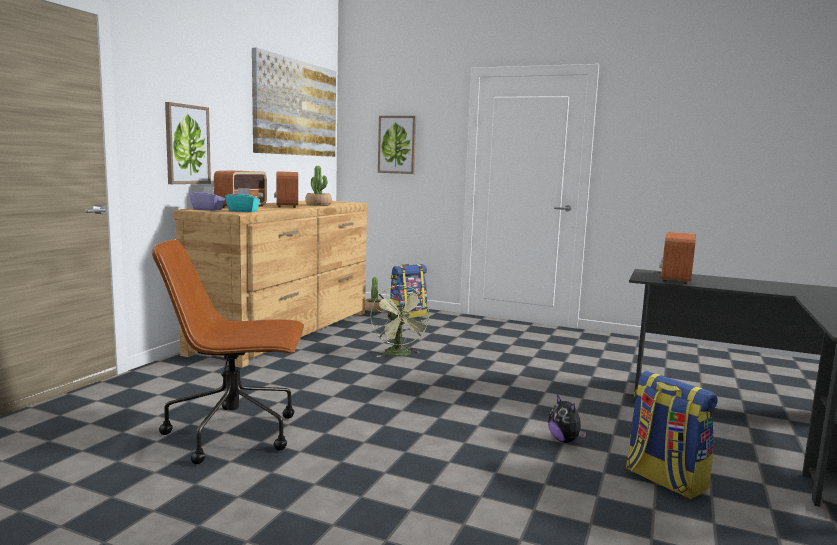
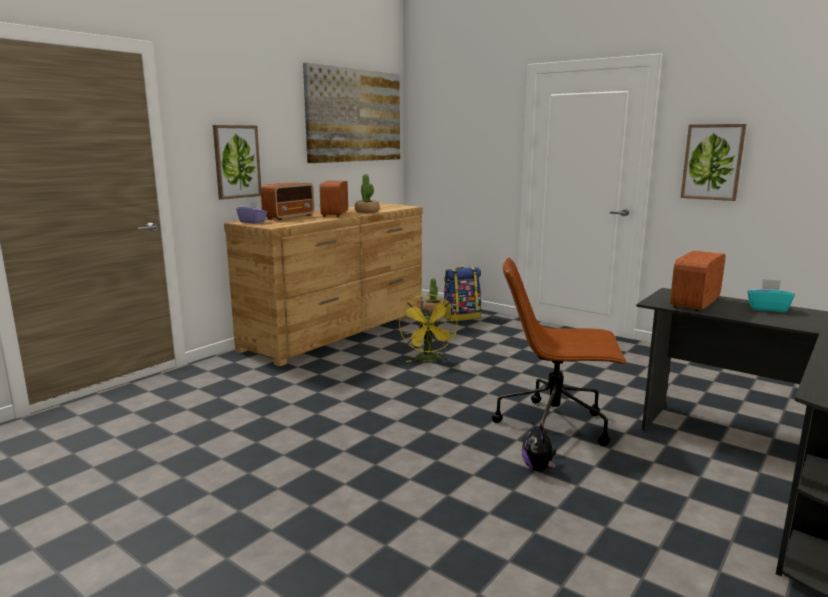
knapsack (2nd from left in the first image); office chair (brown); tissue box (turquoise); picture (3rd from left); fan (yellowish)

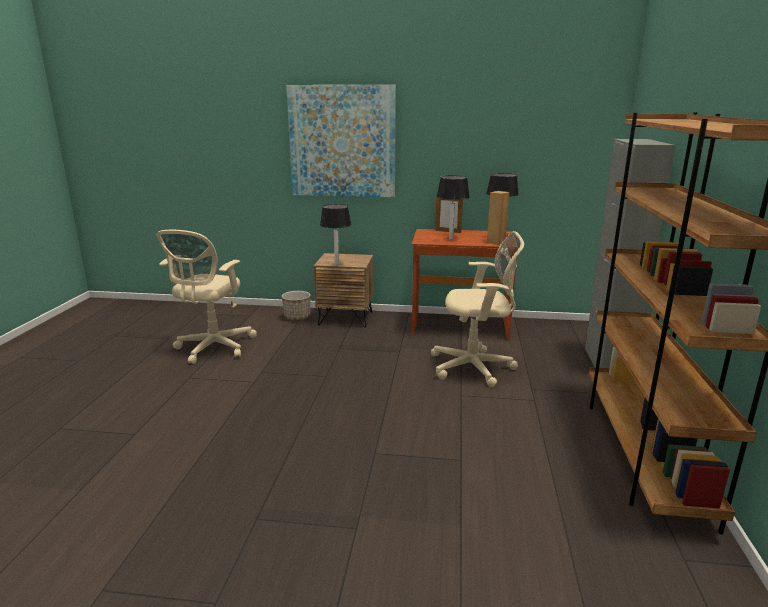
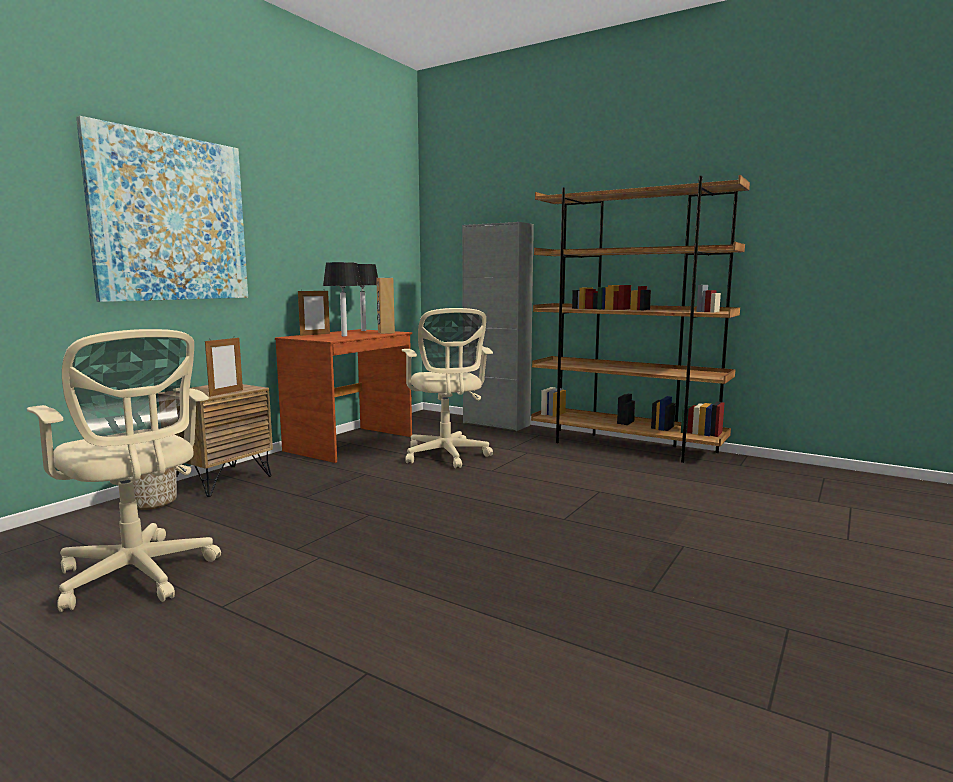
photo frame (1st from left); office chair (sand-coloured) (2nd from left)

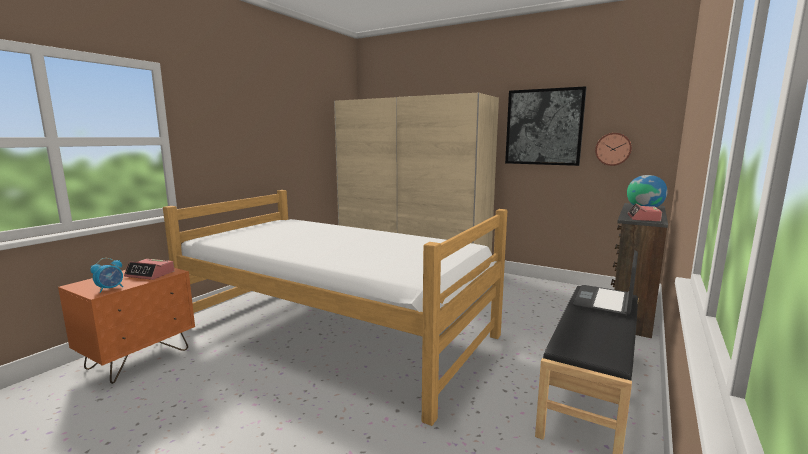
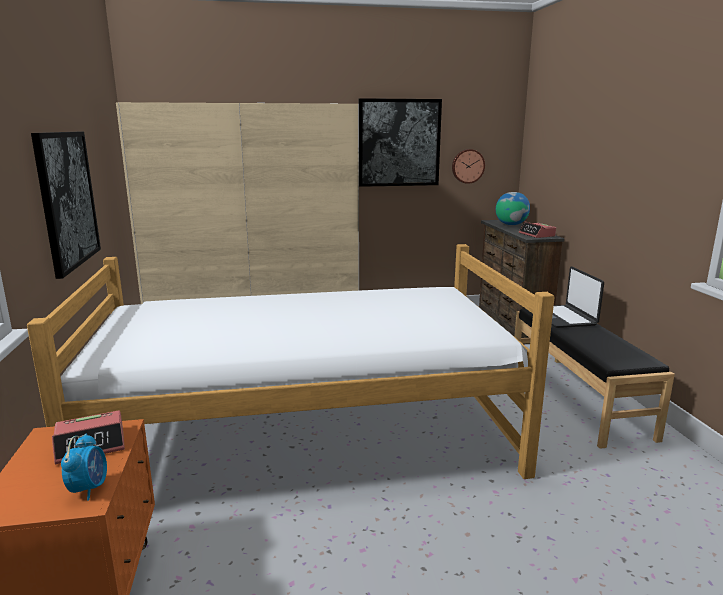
picture (1st from left)

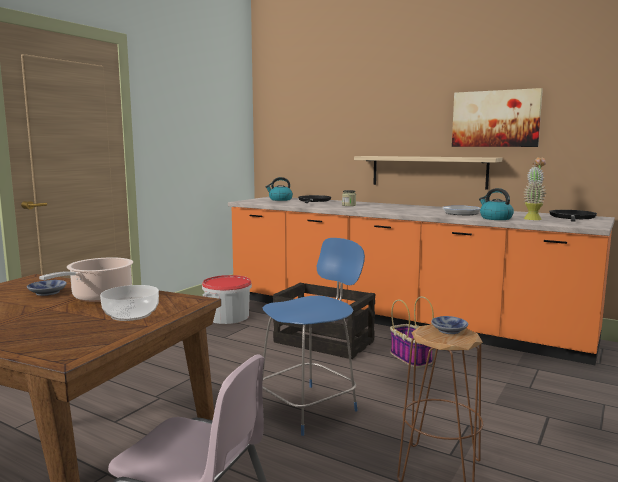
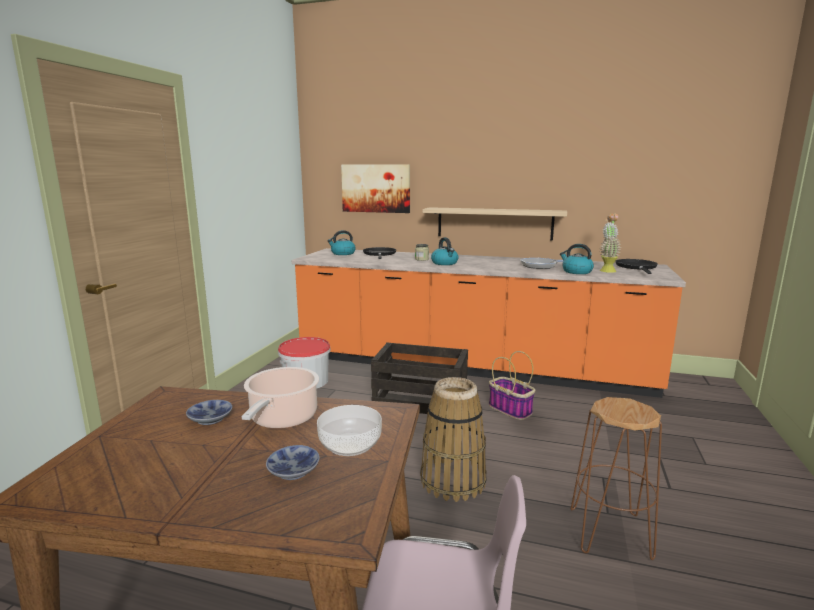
water kettle (2nd from left); bowl (2nd from left); picture; storage basket (1st from left)

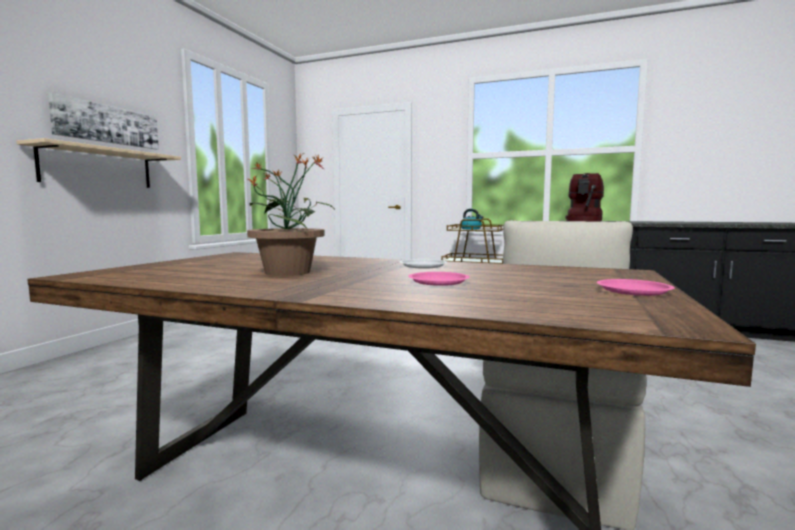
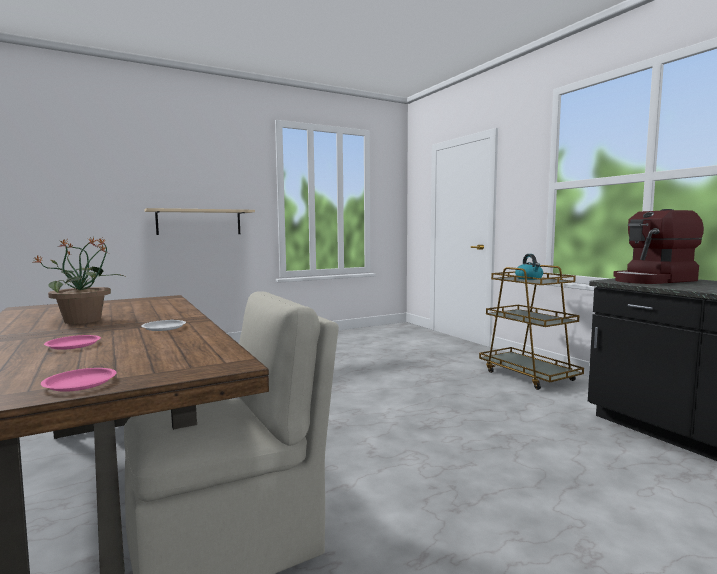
picture

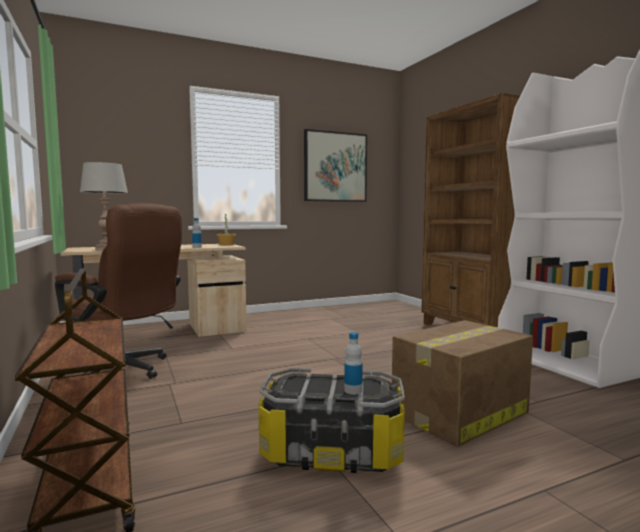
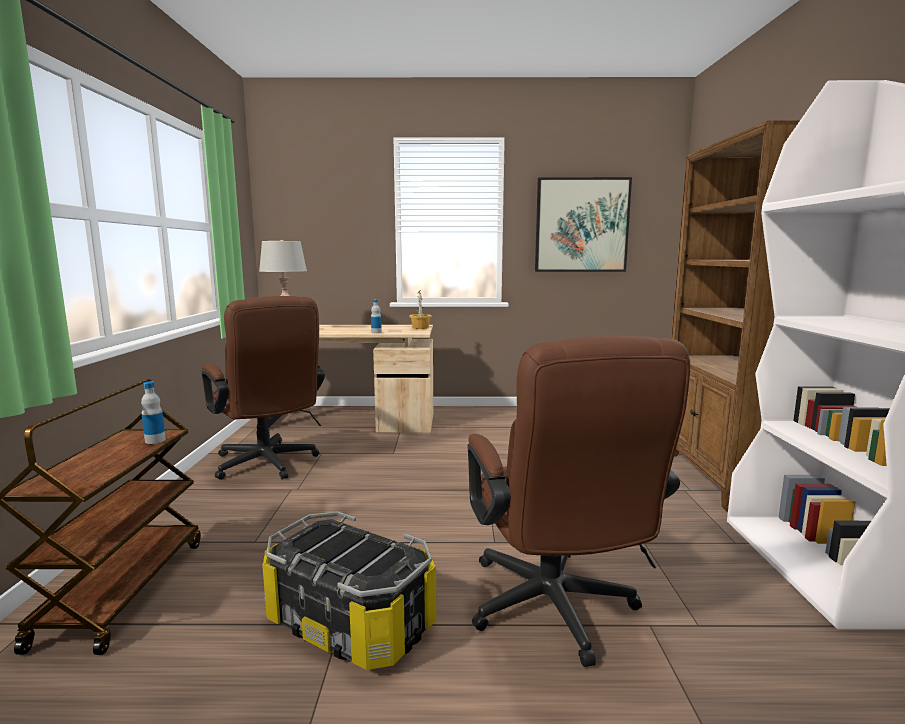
bottle (1st from left); office chair (brown) (2nd from left)

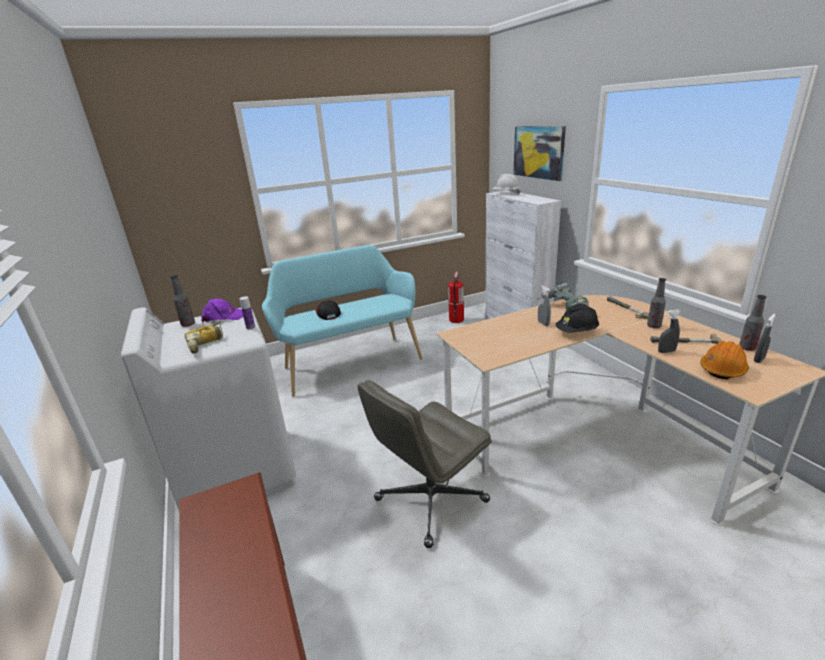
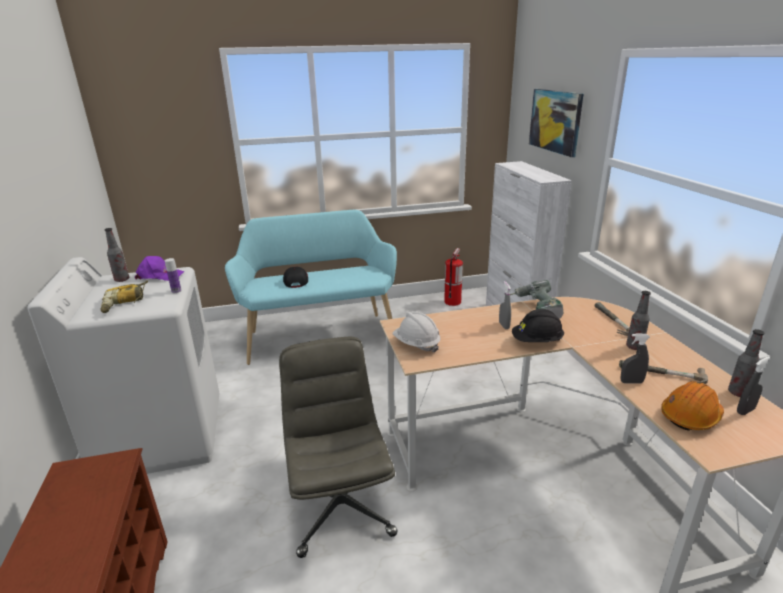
safety helmet (white-coloured); office chair (grey)

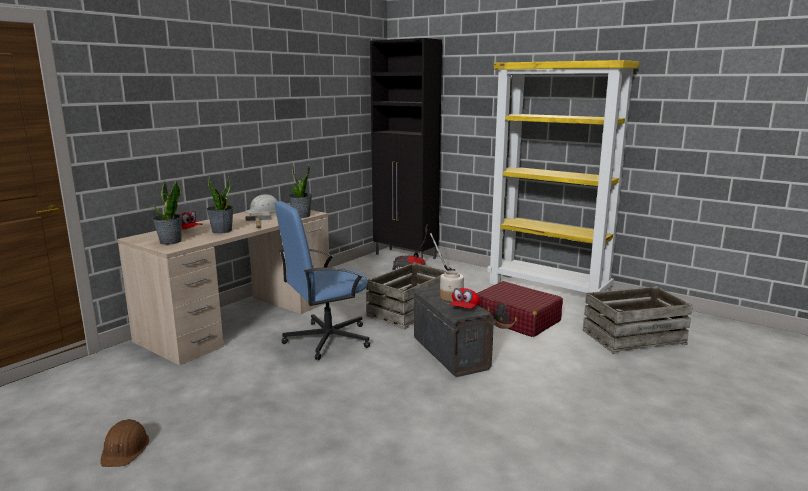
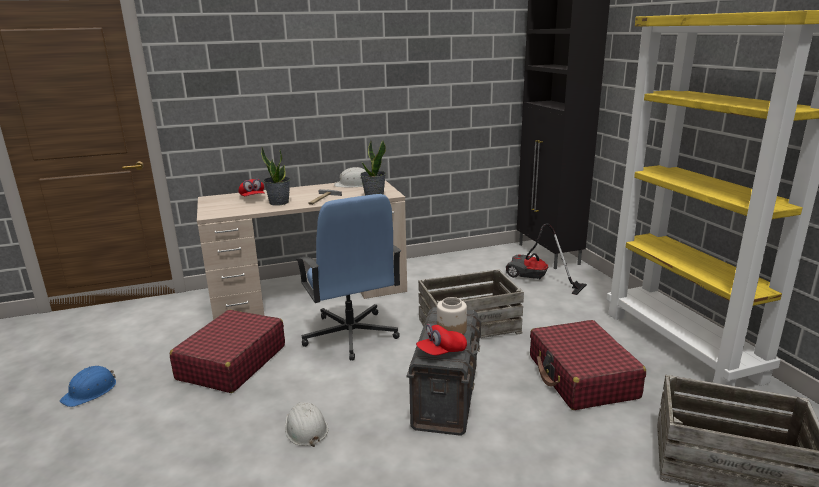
plant in a pot (1st from left in the first image); travel case (red-coloured) (1st from left); safety helmet (white-coloured) (1st from left); safety helmet (blue-coloured); office chair (blue-coloured)

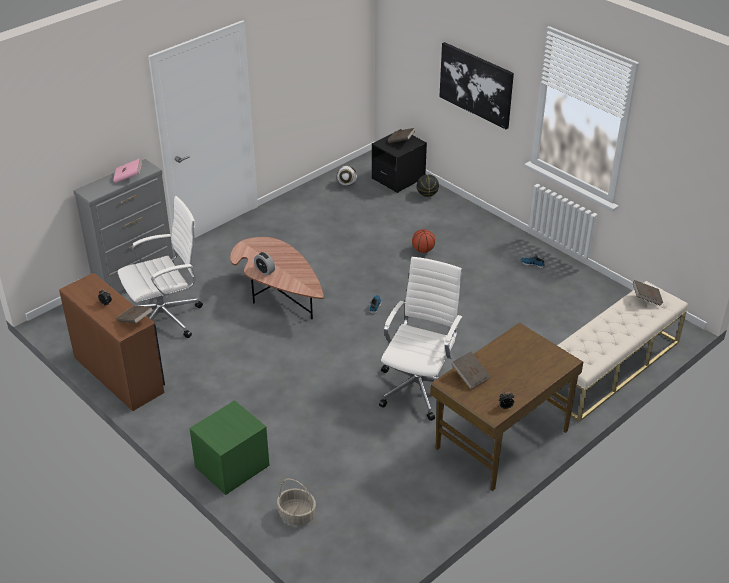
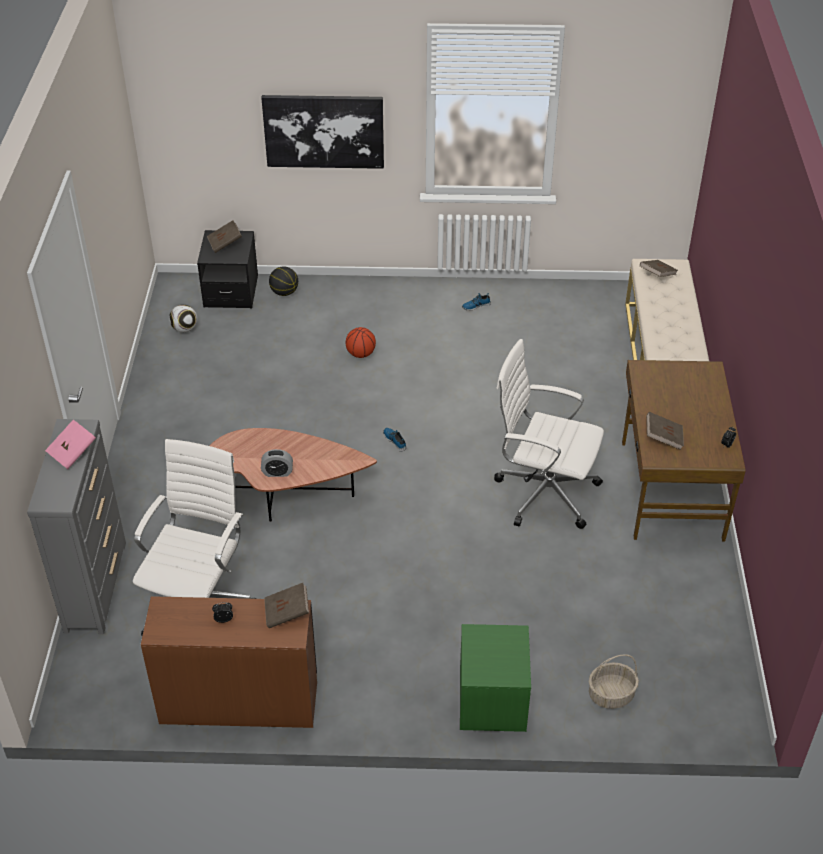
office chair (white-coloured) (2nd from left)

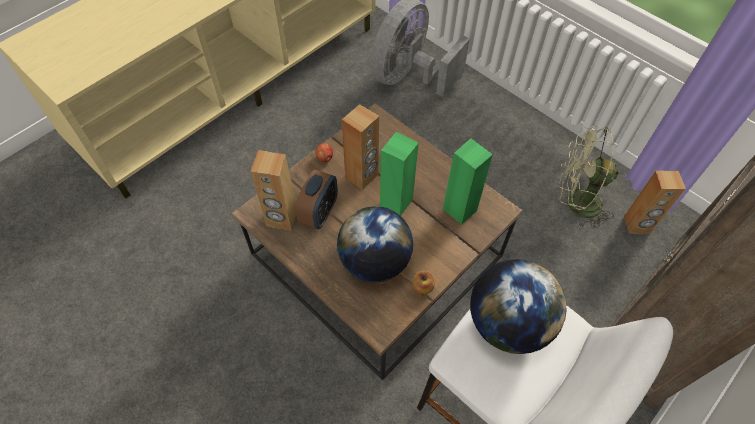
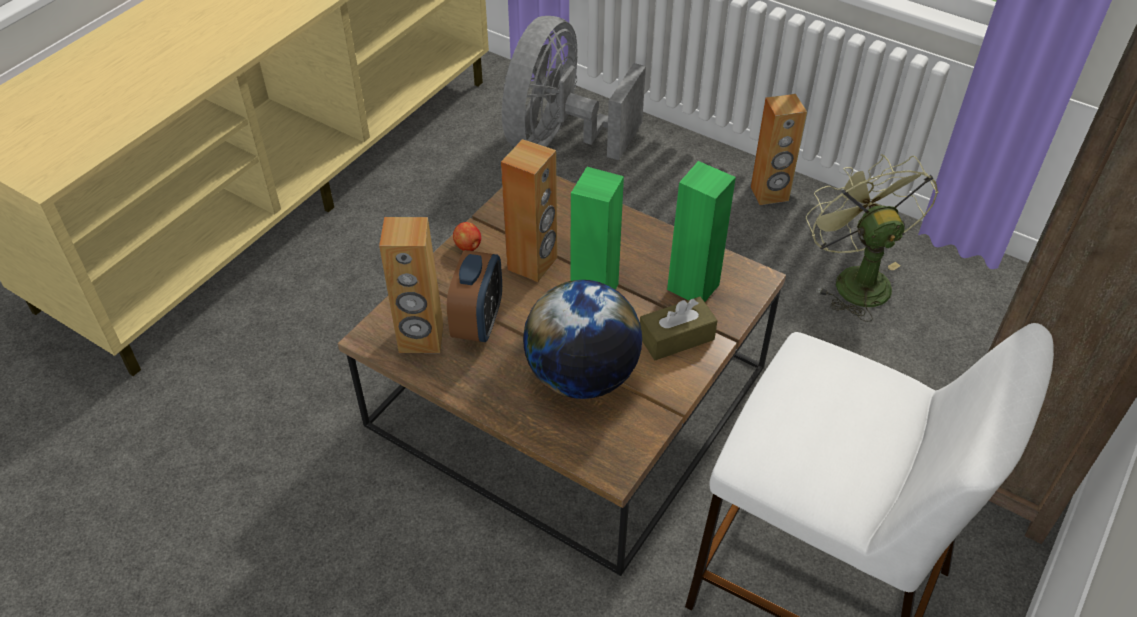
apple fruit (2nd from left in the first image); world globe (2nd from left in the first image); tissue box (brown); speaker (brown) (3rd from left); fan (greenish)

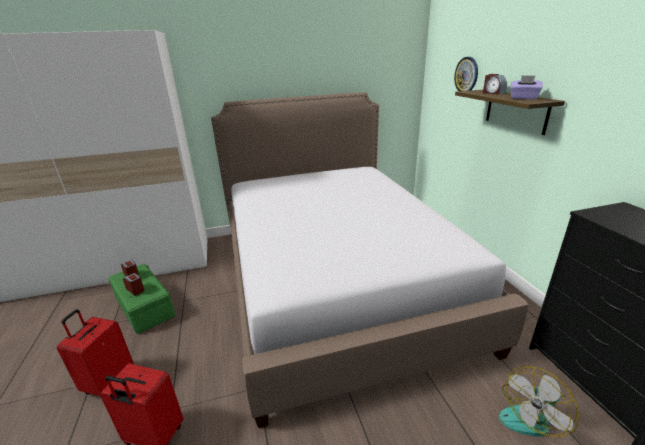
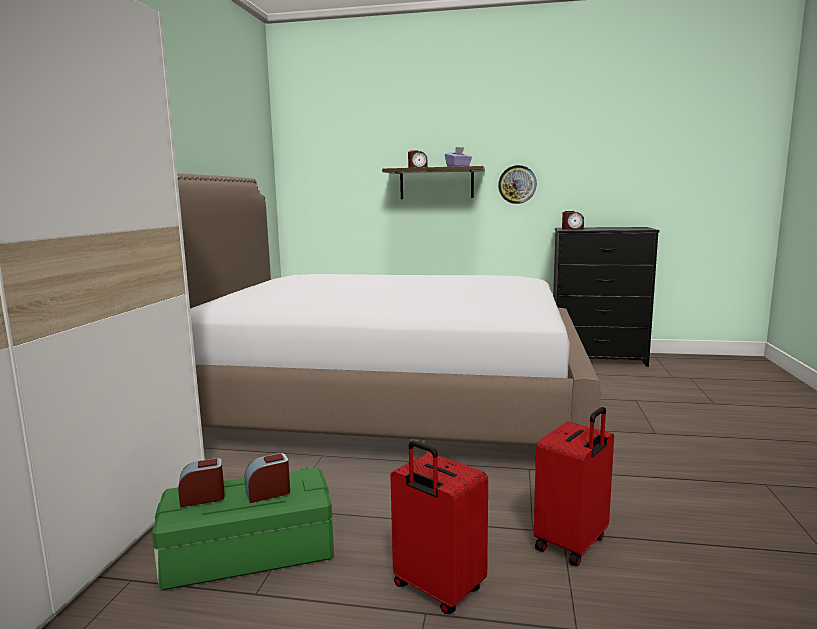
fan; table clock (4th from left); wall clock

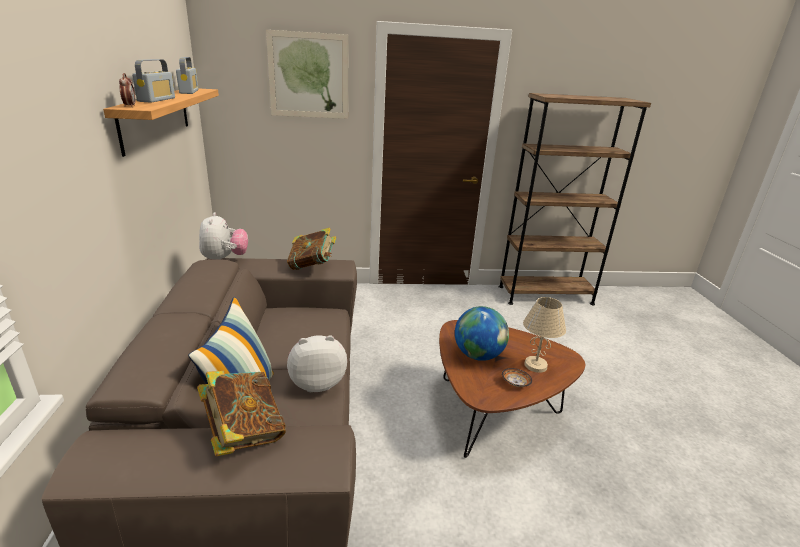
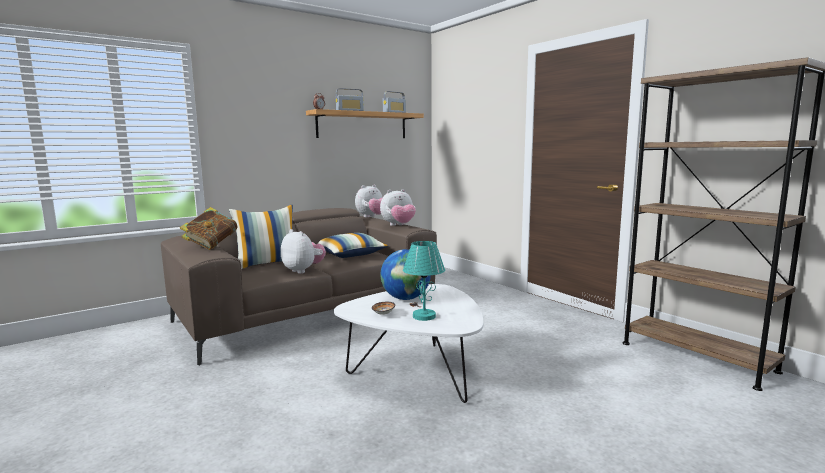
picture; cushion (2nd from left); plush toy (3rd from left); coffee table (white-coloured); table lamp (turquoise)

